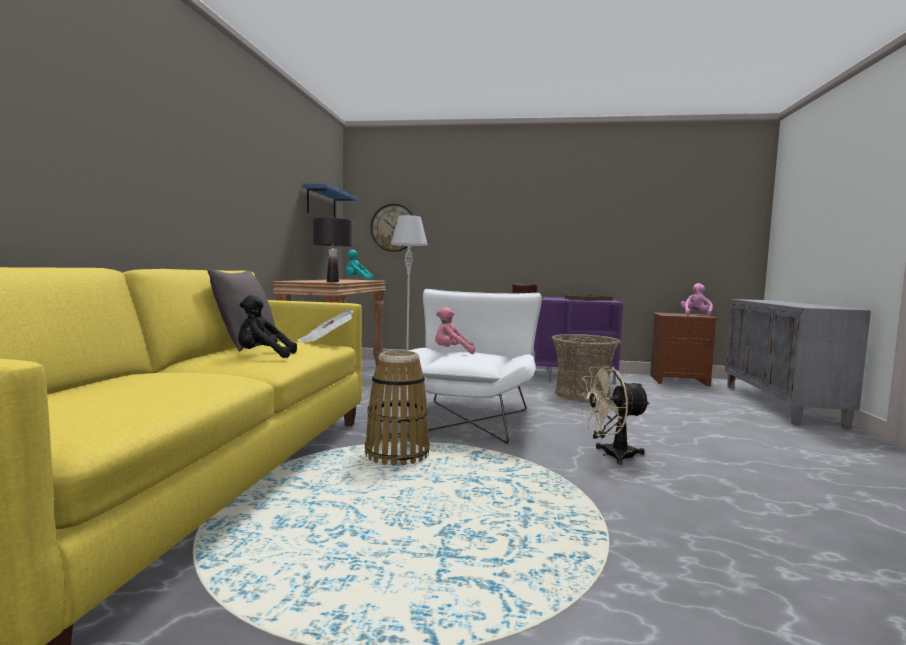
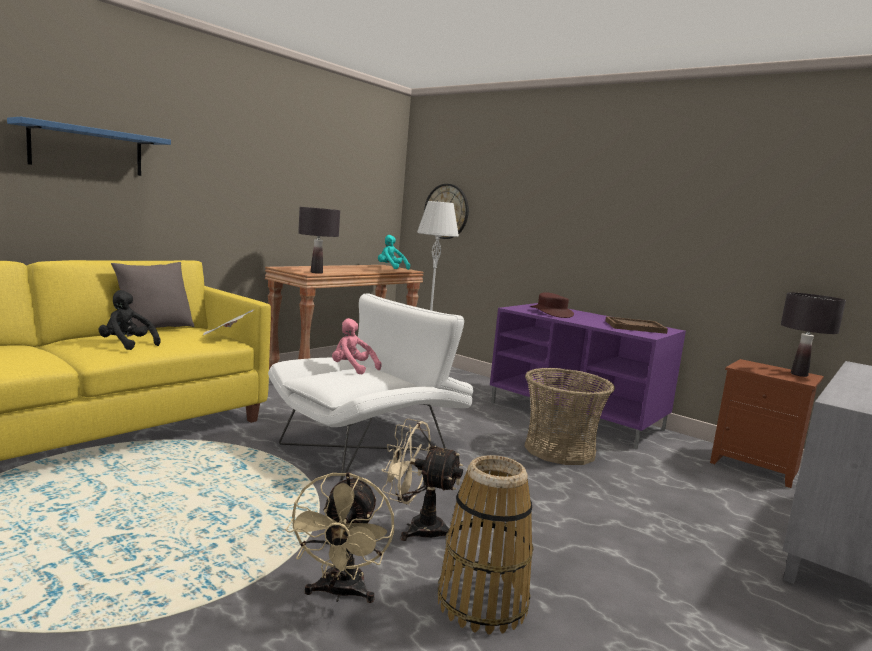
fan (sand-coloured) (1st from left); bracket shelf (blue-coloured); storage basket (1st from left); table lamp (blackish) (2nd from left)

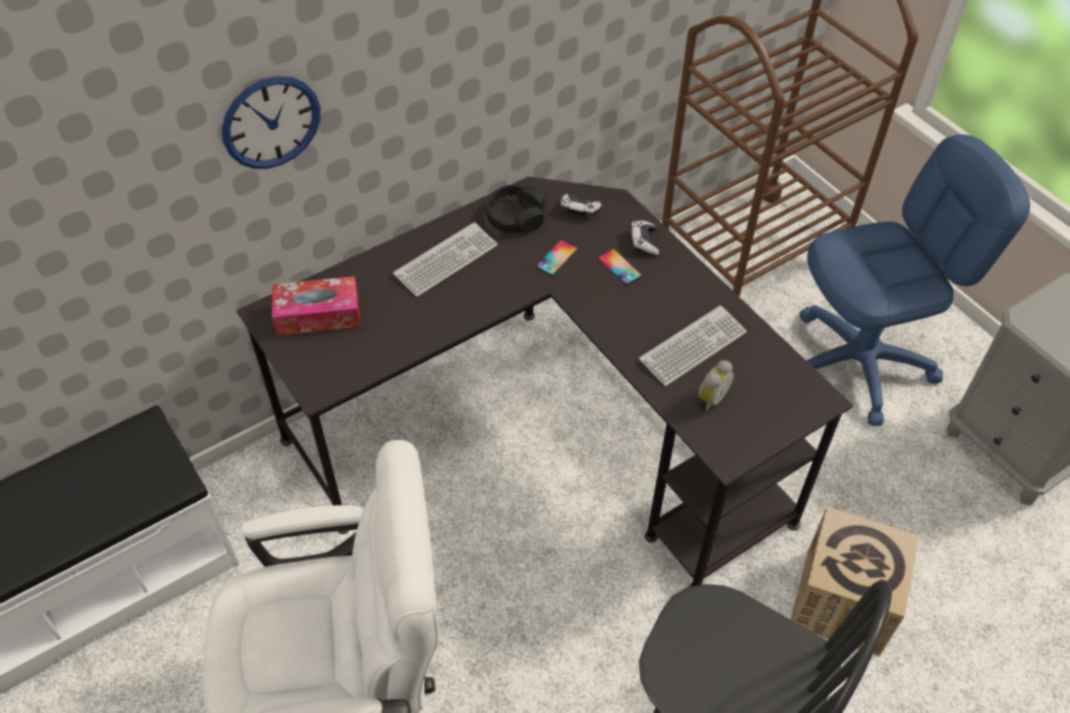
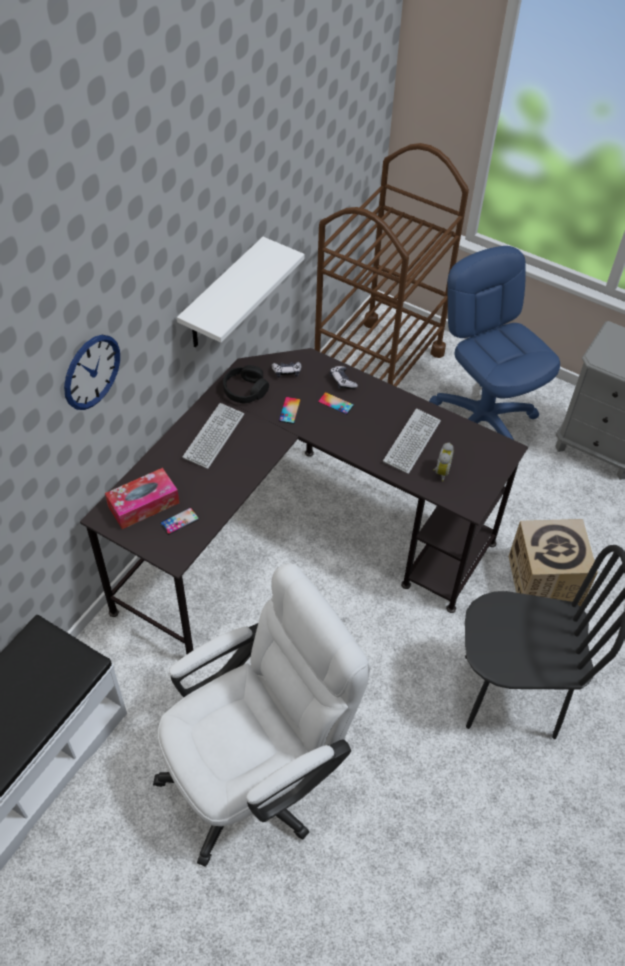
phone (1st from left); bracket shelf (white-coloured); office chair (blue-coloured)

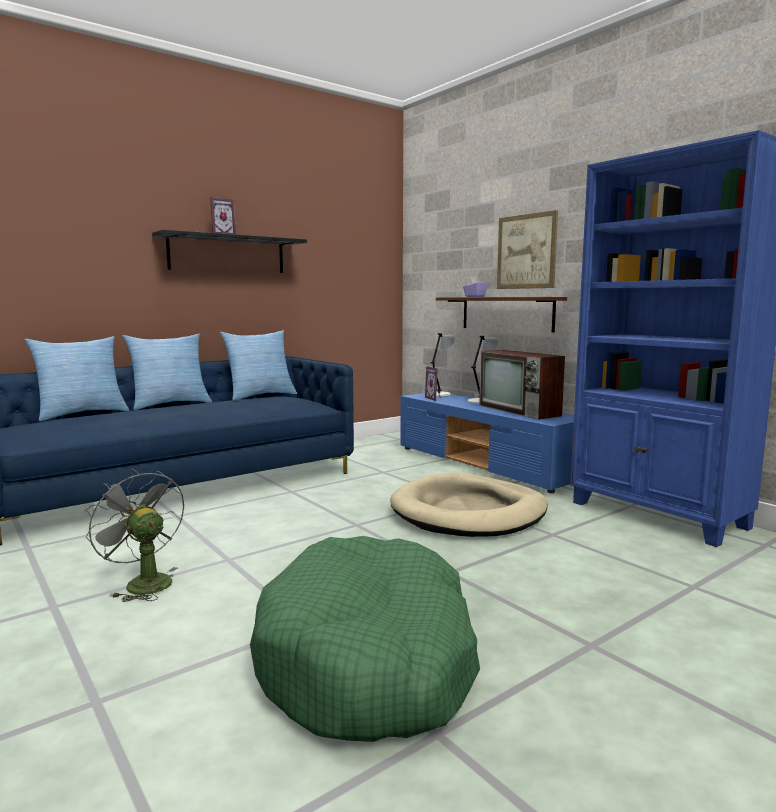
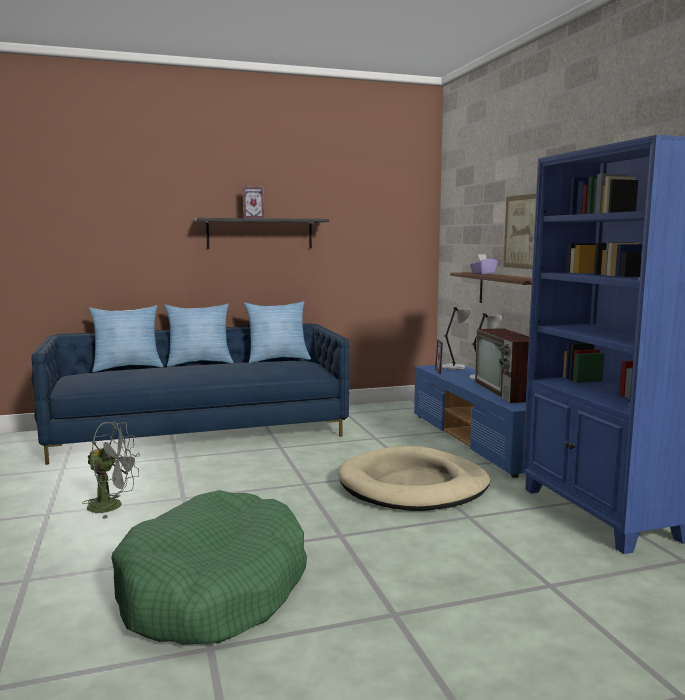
fan (grey)

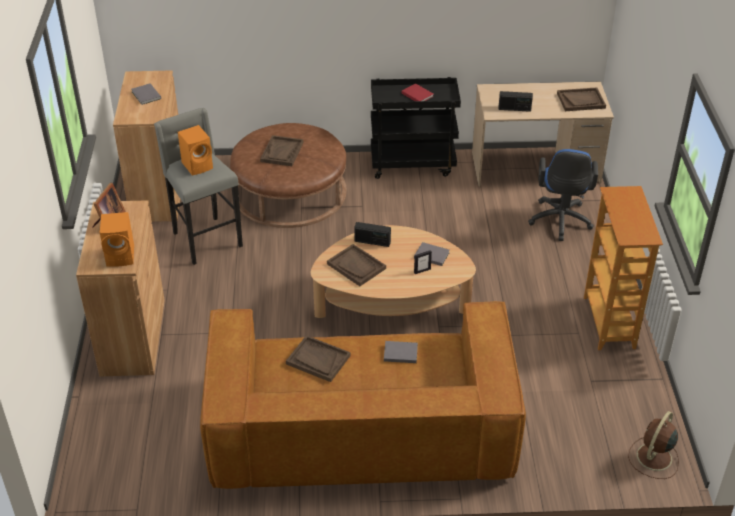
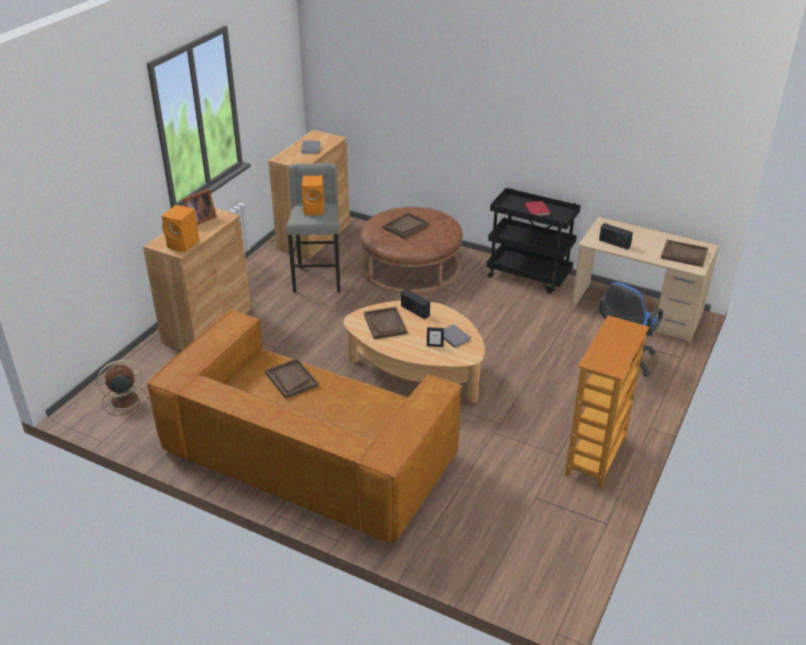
volume (grey) (2nd from left in the first image); fan (brown)

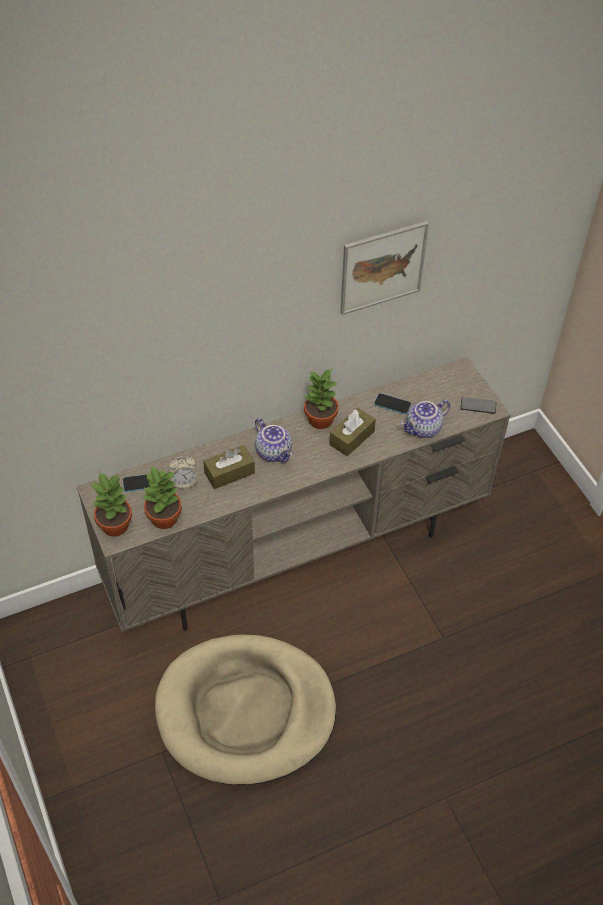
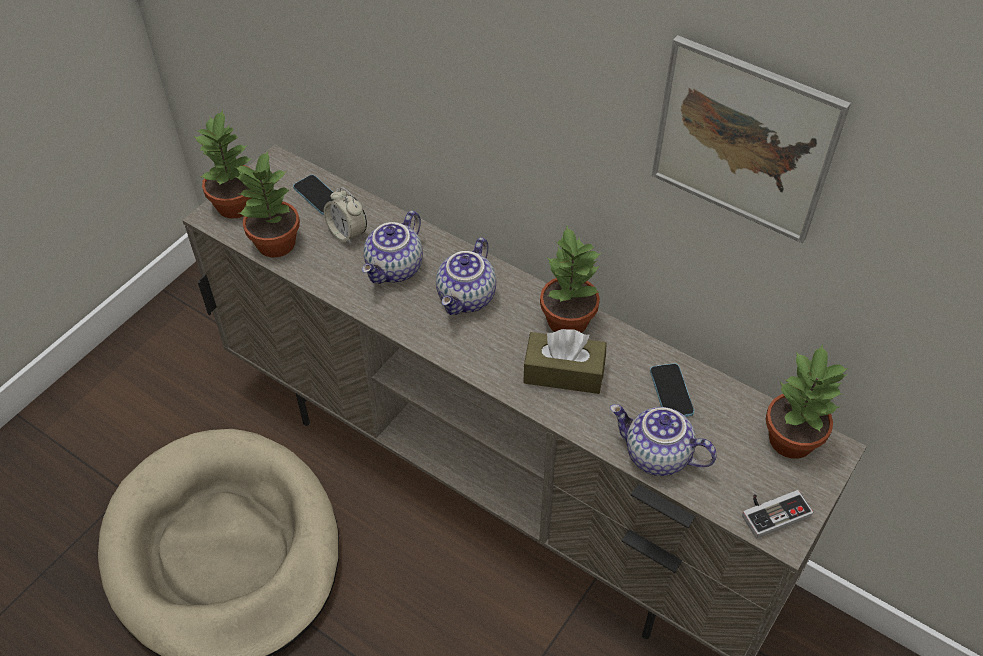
plant in a pot (4th from left); teapot (1st from left); game controller

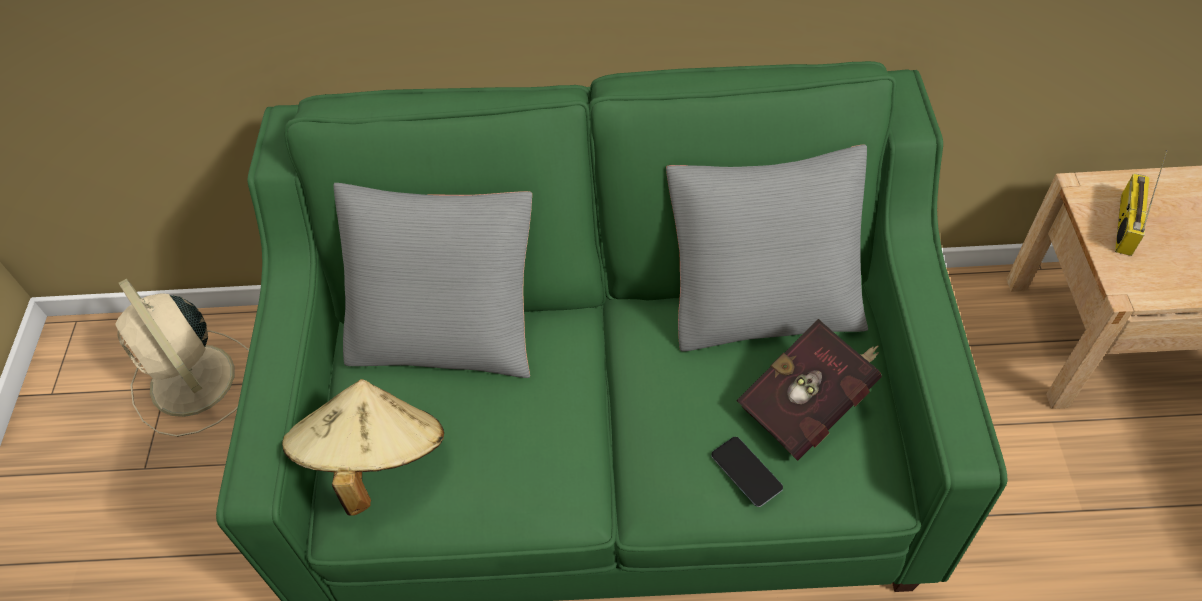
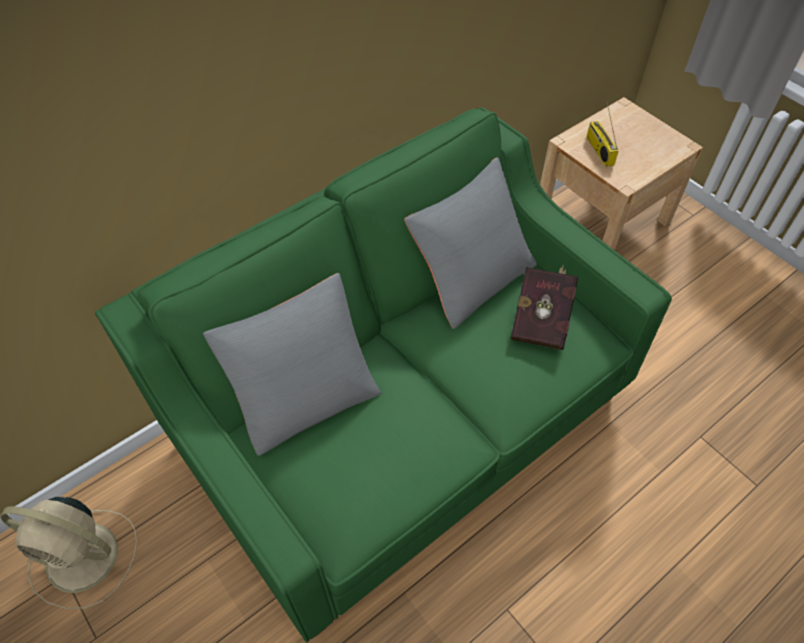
wearable hat (sand-coloured); phone

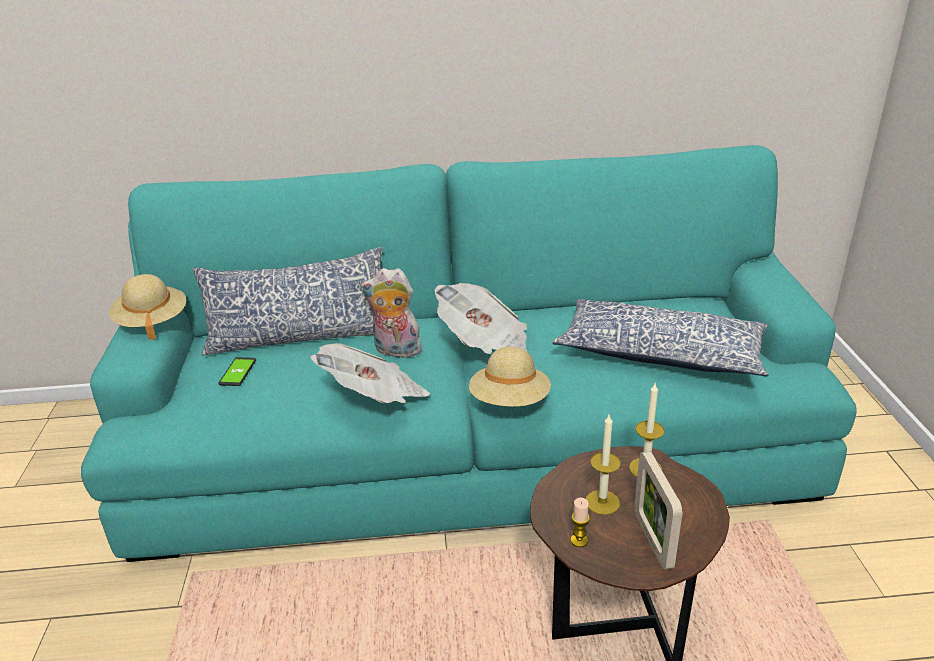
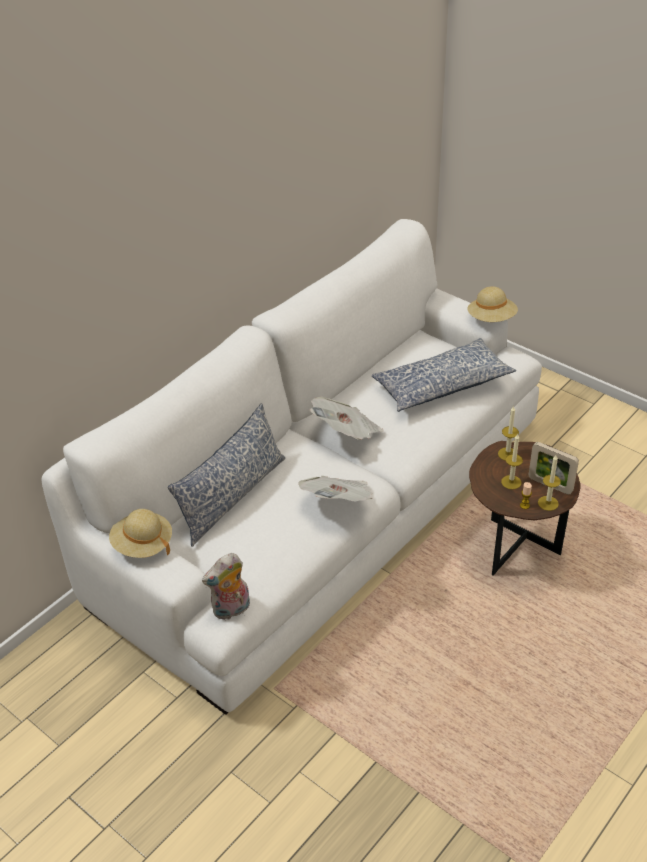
phone; wax candle (4th from left); plush toy; wearable hat (sand-coloured) (2nd from left); couch (white-coloured)

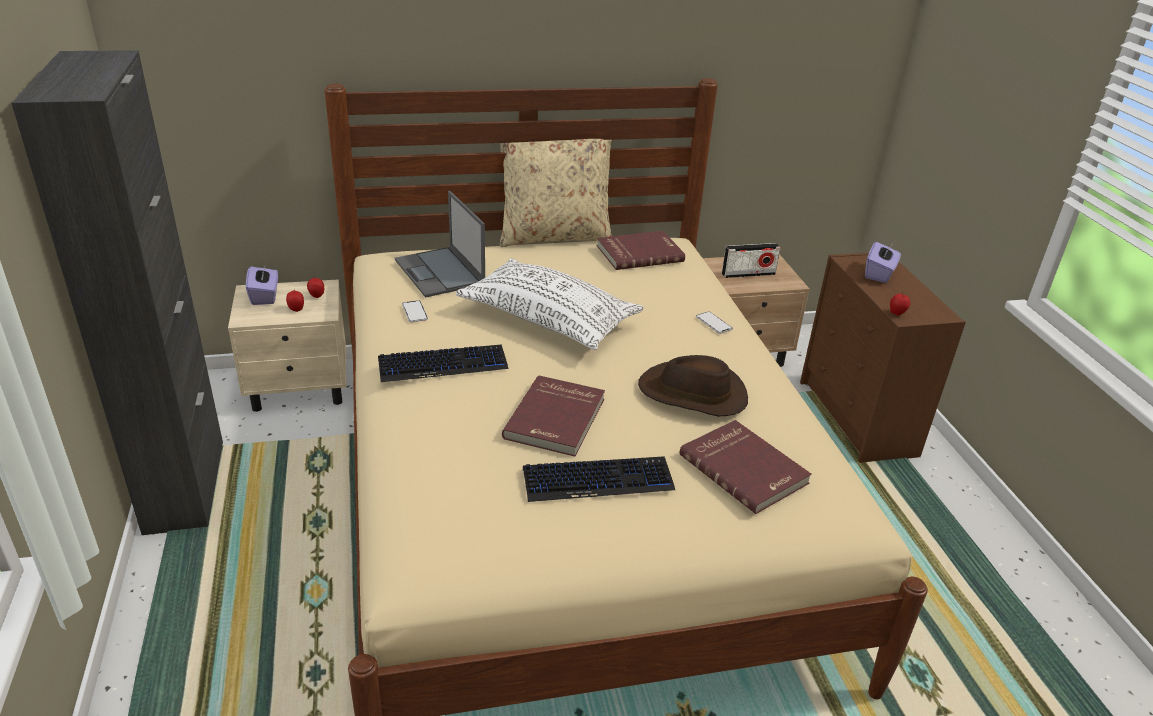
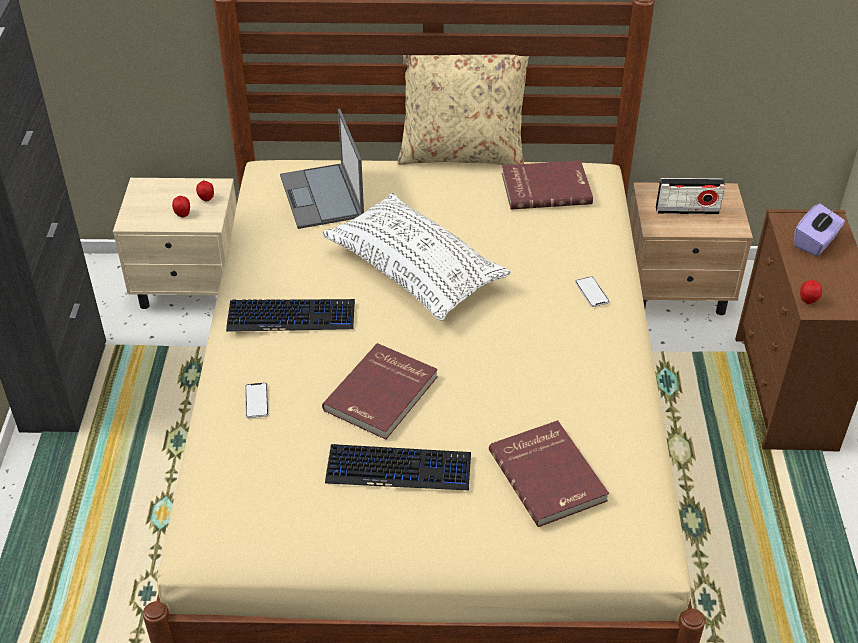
tissue box (purplish) (1st from left in the first image); wearable hat (brown); phone (1st from left)

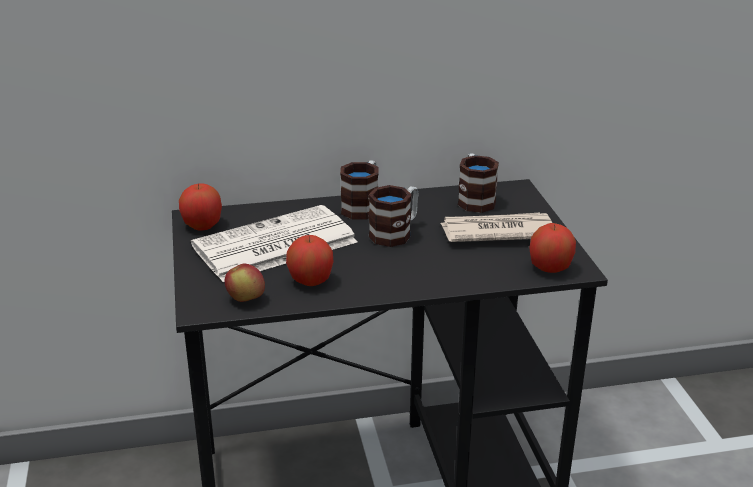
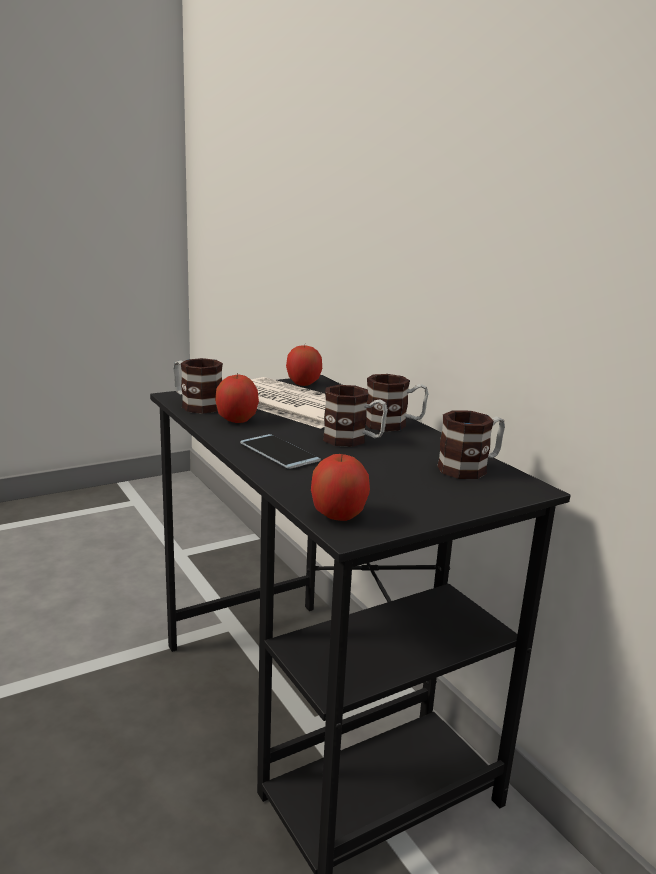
newspaper (2nd from left in the first image); phone; tea mug (1st from left)

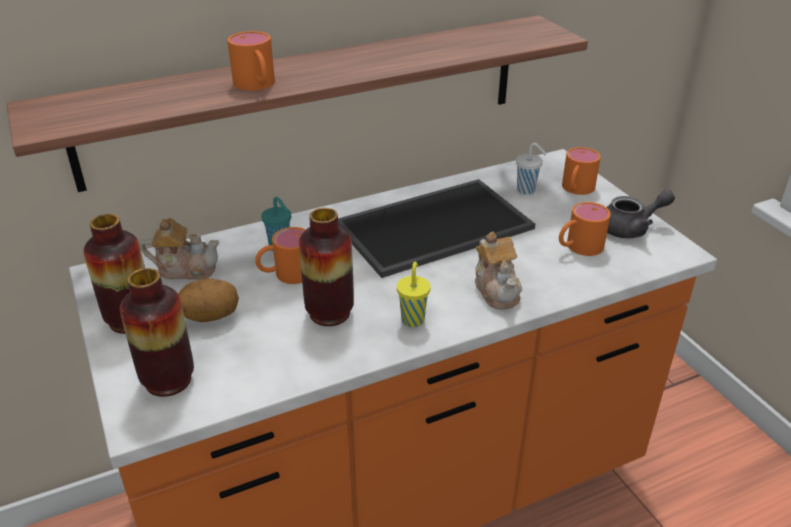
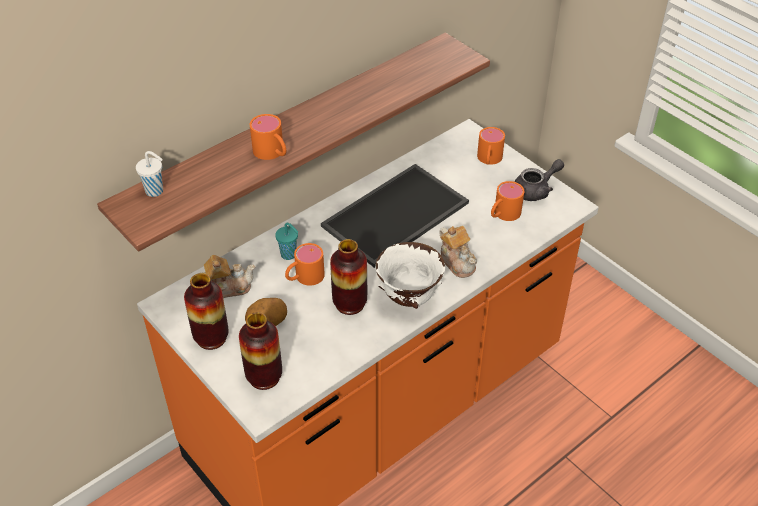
drinking cup (white-coloured); bowl (white-coloured)

